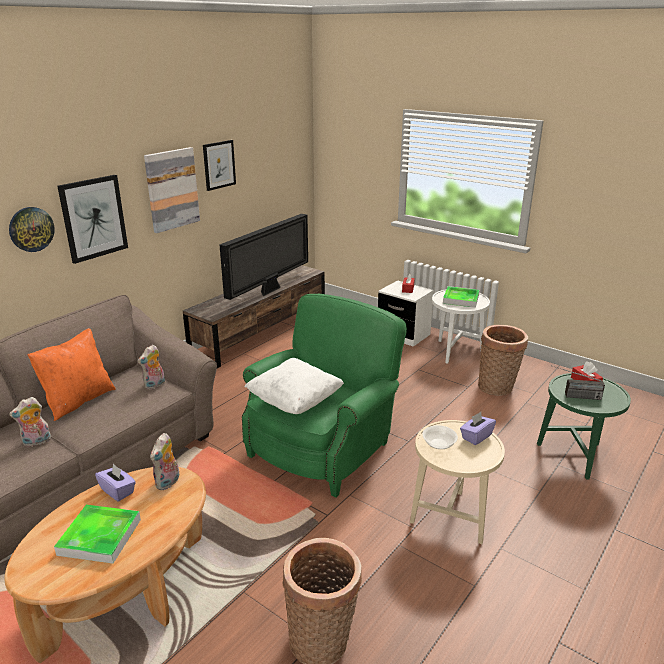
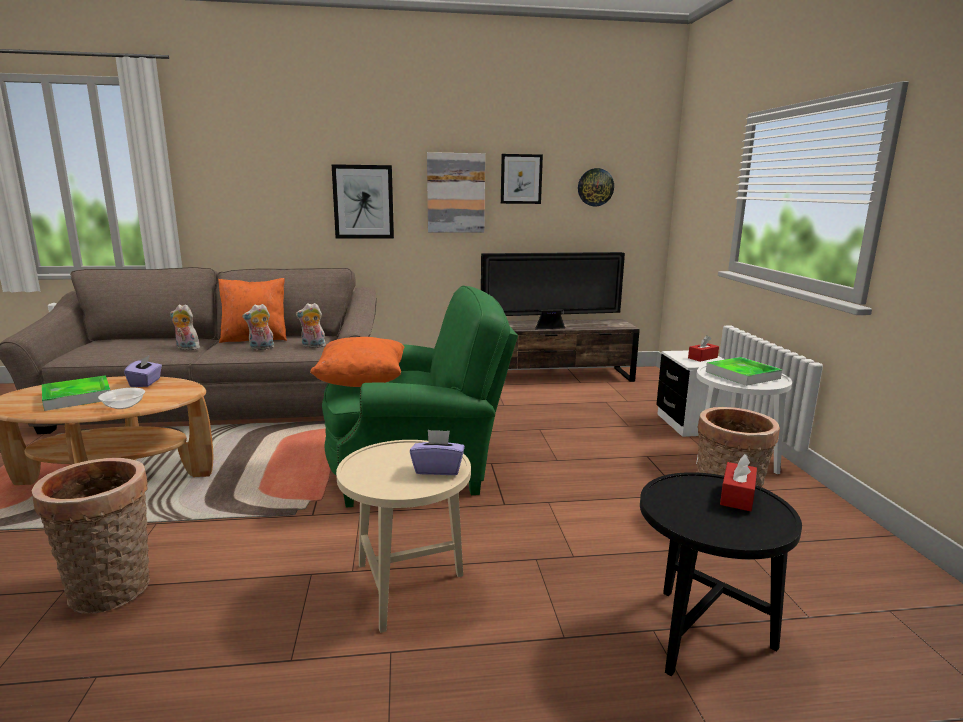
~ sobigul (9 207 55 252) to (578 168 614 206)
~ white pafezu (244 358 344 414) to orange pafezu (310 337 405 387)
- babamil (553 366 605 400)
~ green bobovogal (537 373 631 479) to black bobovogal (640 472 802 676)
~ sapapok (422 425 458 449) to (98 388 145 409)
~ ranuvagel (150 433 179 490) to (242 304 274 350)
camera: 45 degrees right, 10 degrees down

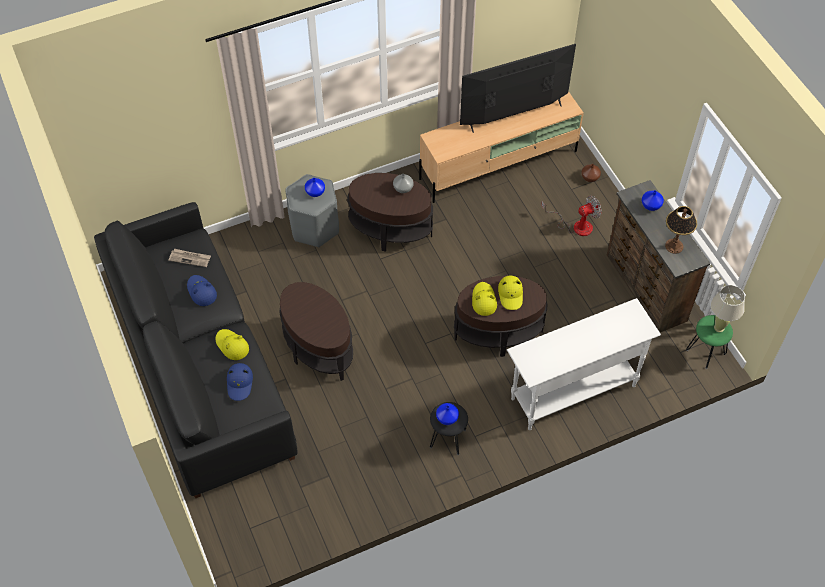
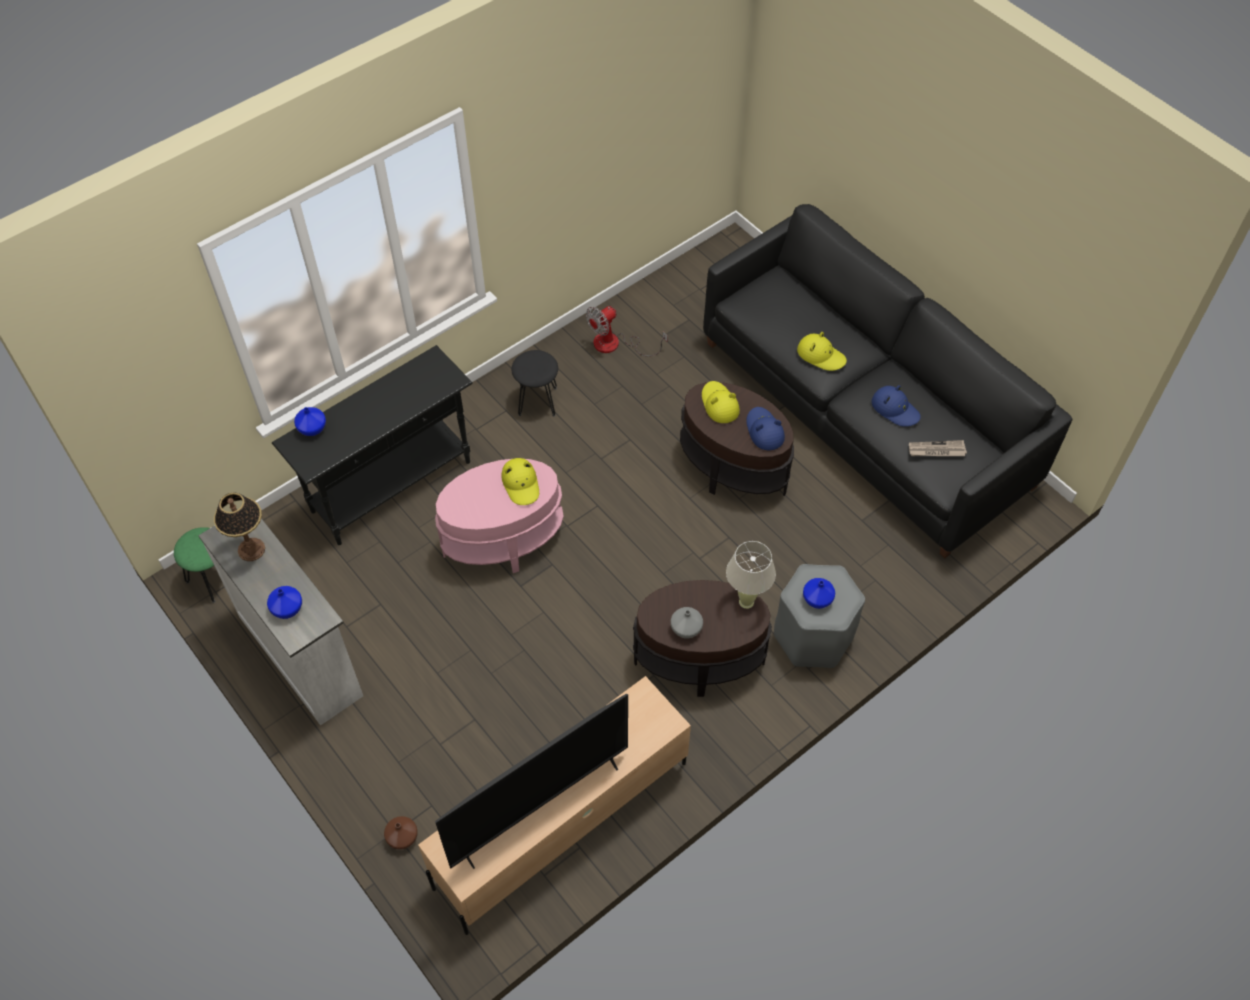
~ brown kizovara (607 180 710 332) to white kizovara (198 518 363 726)
~ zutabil (541 196 602 236) to (586 306 668 356)
~ brown bobovogal (454 276 547 357) to pink bobovogal (435 459 564 573)
~ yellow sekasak (498 276 523 310) to (702 381 740 423)
~ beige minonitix (711 285 745 332) to (726 541 776 609)
~ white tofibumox (507 298 661 430) to black tofibumox (272 345 473 545)
~ blue sekasak (227 363 253 401) to (746 407 785 450)
~ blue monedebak (436 403 459 425) to (294 407 326 436)
camera: 165 degrees right, 0 degrees up

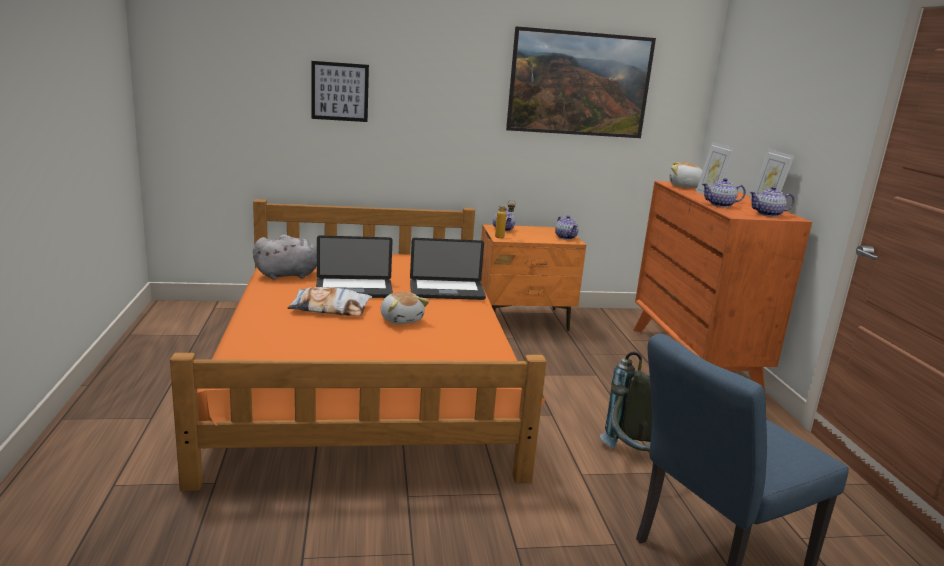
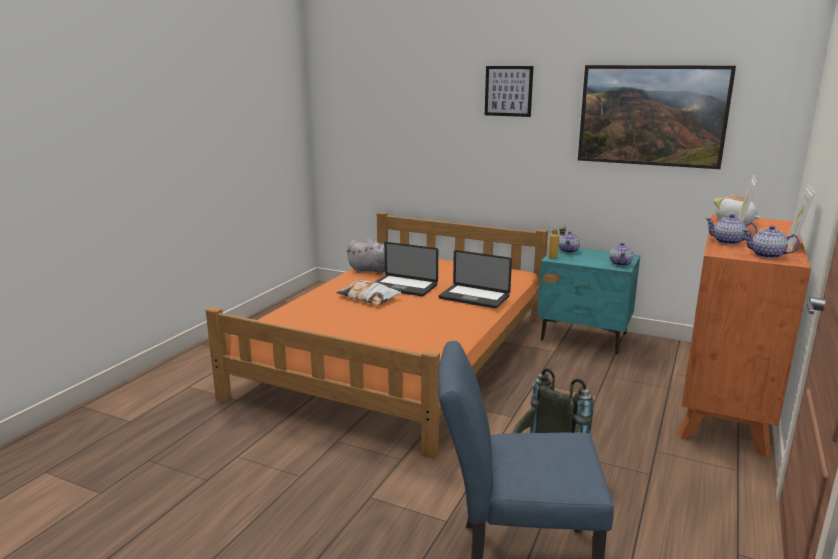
~ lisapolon (311 61 369 122) to (485 66 534 117)
~ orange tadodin (480 225 586 331) to turquoise tadodin (537 246 640 354)
- ranuvagel (380 292 429 324)
camera: 35 degrees right, 0 degrees up

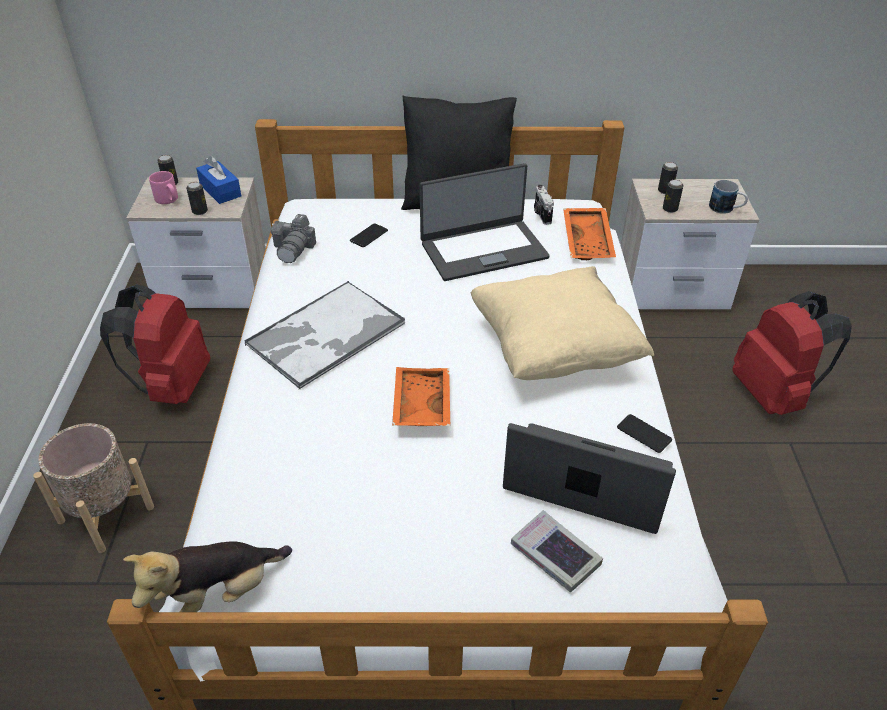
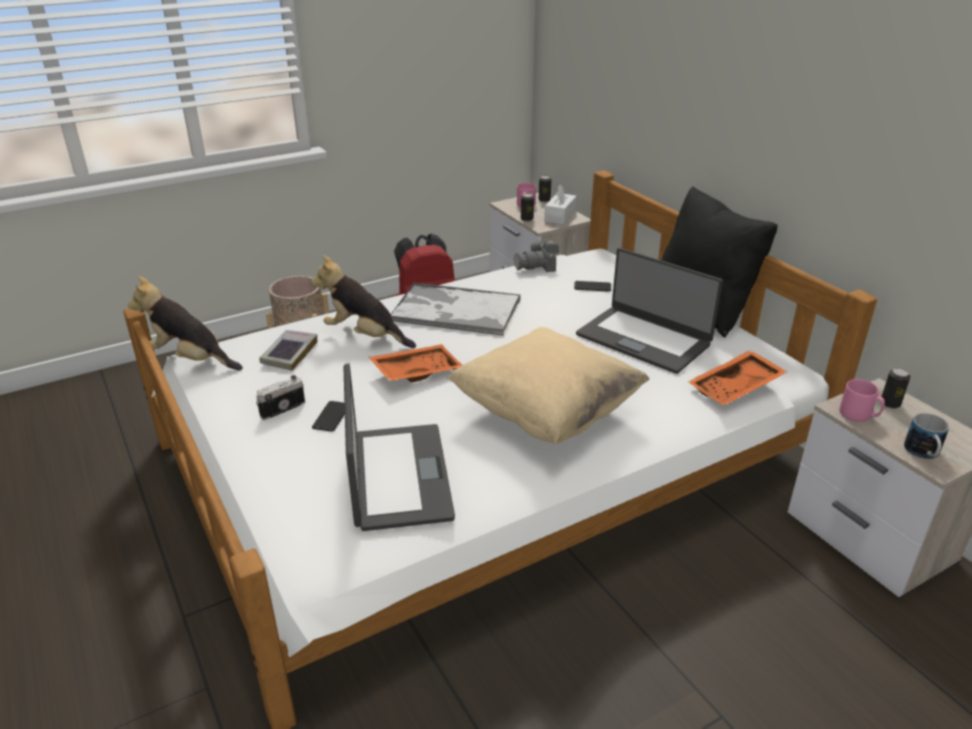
~ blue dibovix (196 156 241 204) to white dibovix (544 184 576 225)
~ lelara (663 180 683 213) to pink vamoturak (839 379 885 422)
~ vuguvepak (534 185 554 225) to (256 375 305 420)
- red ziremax (732 291 852 415)
~ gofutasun (617 414 672 453) to (312 401 345 431)
~ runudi (511 510 603 592) to (259 330 317 371)
+ ranuvagel (311 255 416 348)
camera: 60 degrees right, 10 degrees down

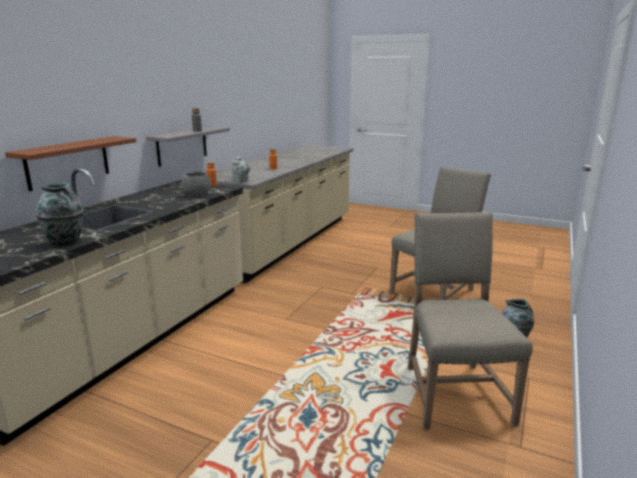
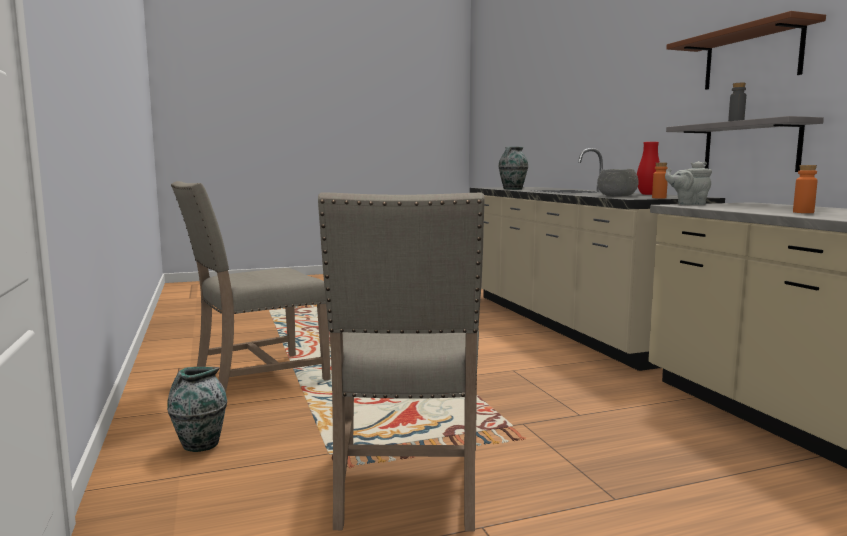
~ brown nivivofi (5 136 137 191) to (666 11 826 90)
~ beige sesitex (408 212 533 430) = (171 181 331 392) 105 degrees clockwise
+ red monedebak (637 142 660 195)
camera: 135 degrees right, 10 degrees down

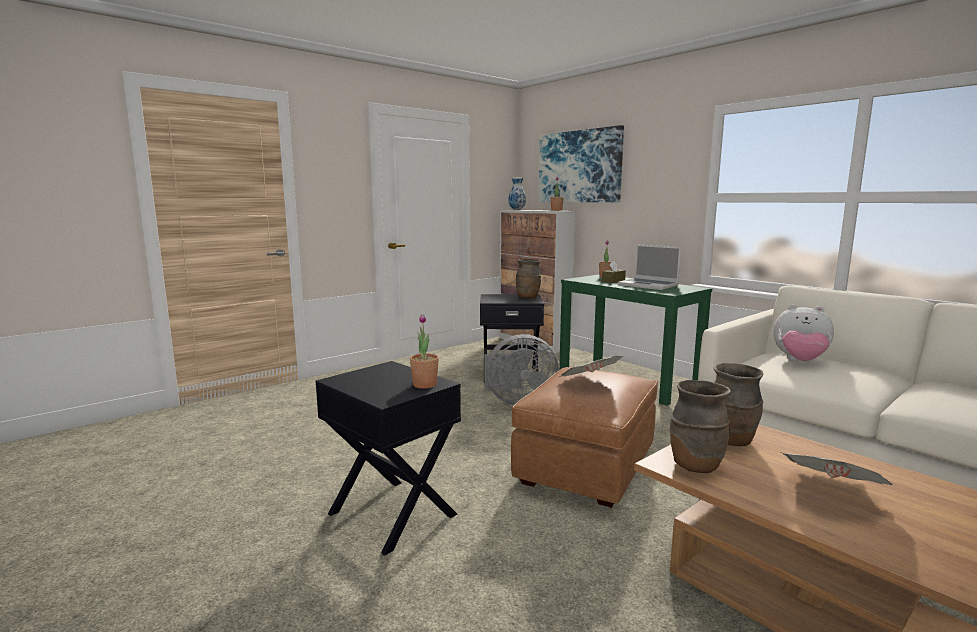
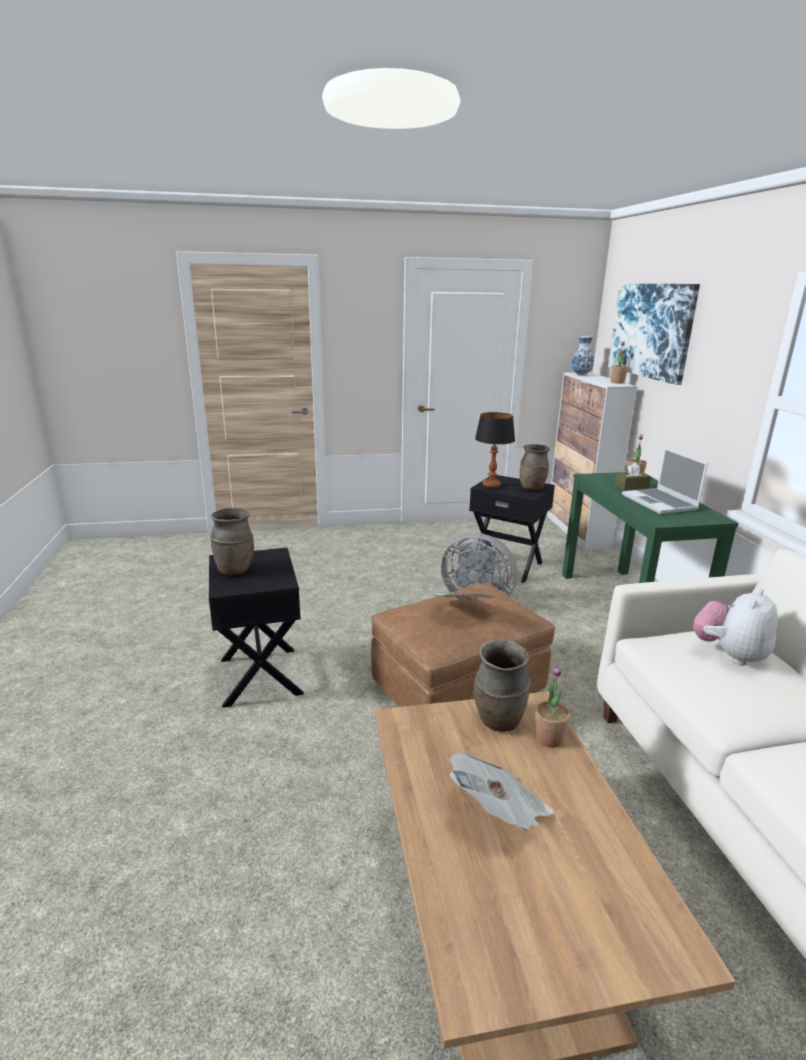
~ ranuvagel (773 304 834 362) = (693 589 778 666) 75 degrees clockwise
~ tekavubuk (410 314 439 389) to (535 666 570 748)
~ brown monedebak (670 380 731 473) to (210 508 254 575)
+ minonitix (475 412 515 488)
camera: 30 degrees right, 10 degrees up

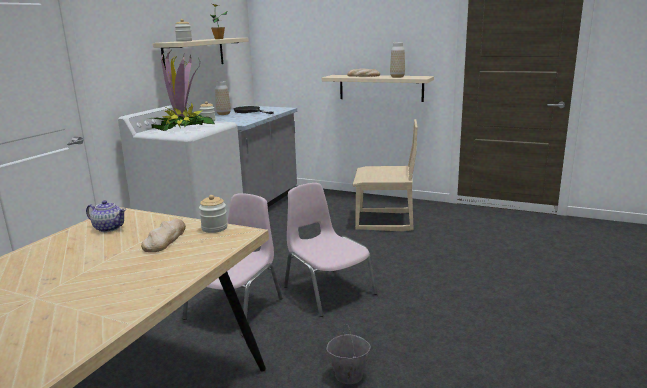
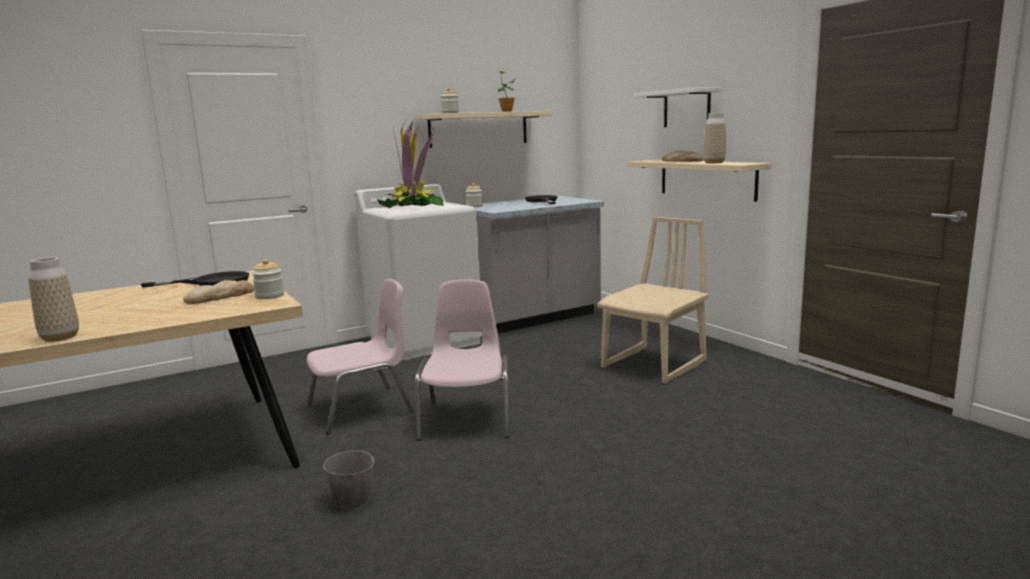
~ monedebak (215 81 231 115) to (28 257 79 342)
~ beige sesitex (353 119 418 231) = (597 217 708 384) 90 degrees counterclockwise
~ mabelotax (86 200 126 232) to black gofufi (141 271 249 288)
+ white nivivofi (634 87 721 127)
camera: 35 degrees right, 5 degrees down

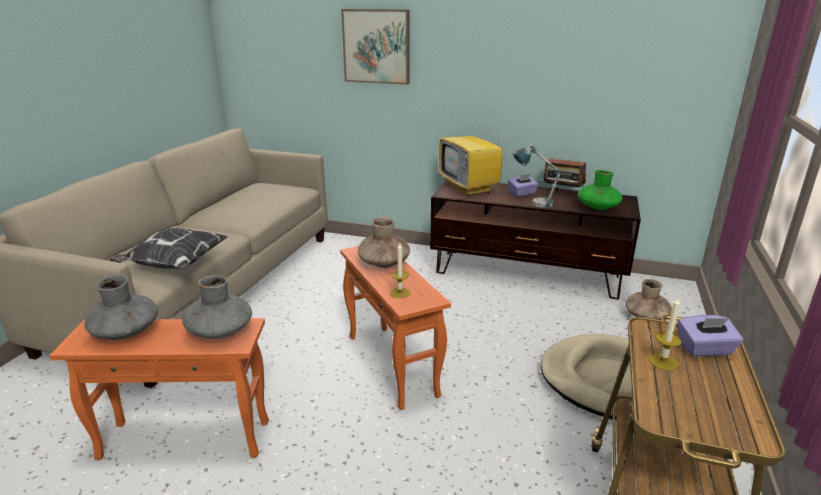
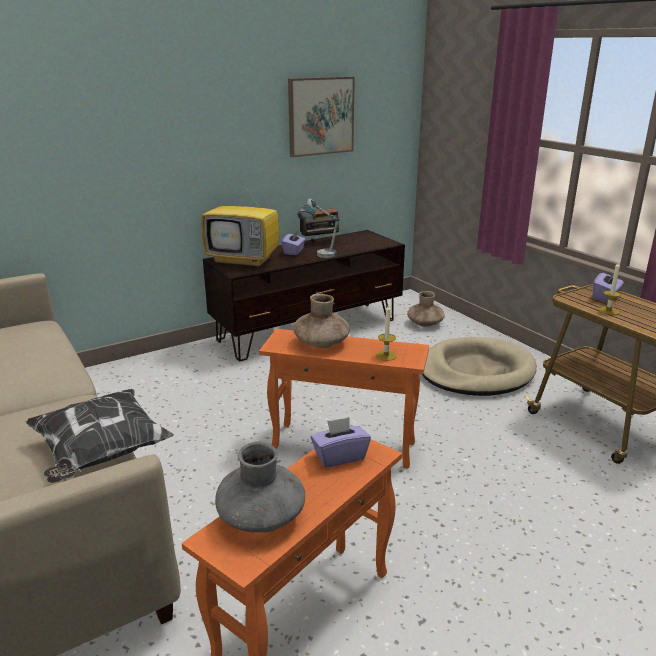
~ lisapolon (341 9 410 85) to (288 77 355 157)
- green monedebak (578 170 622 210)
~ grey monedebak (182 275 252 339) to purple dibovix (311 417 371 468)
camera: 50 degrees left, 0 degrees up

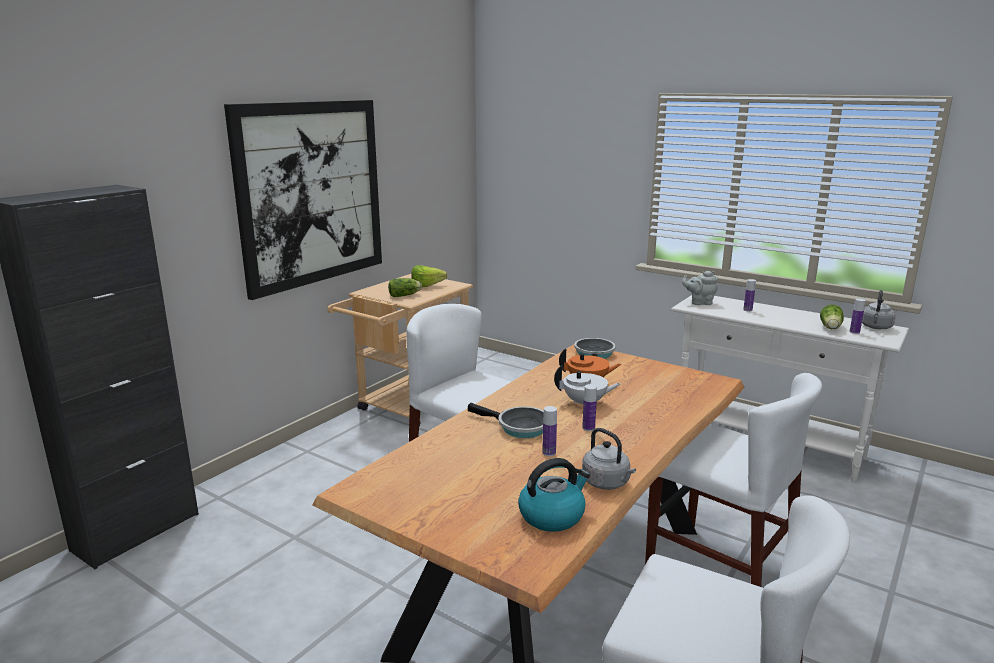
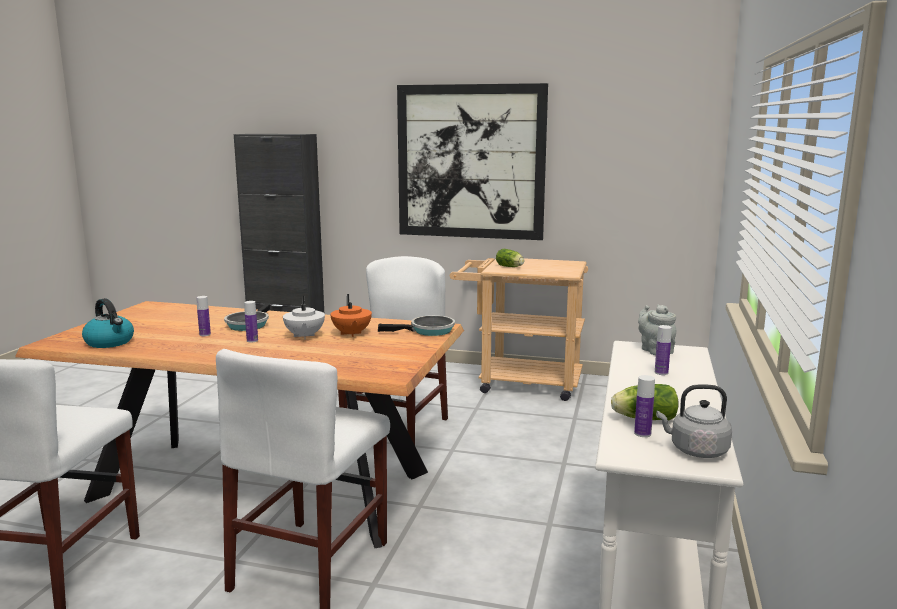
- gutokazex (411 265 447 287)
- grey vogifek (582 428 636 490)
camera: 70 degrees right, 5 degrees down

